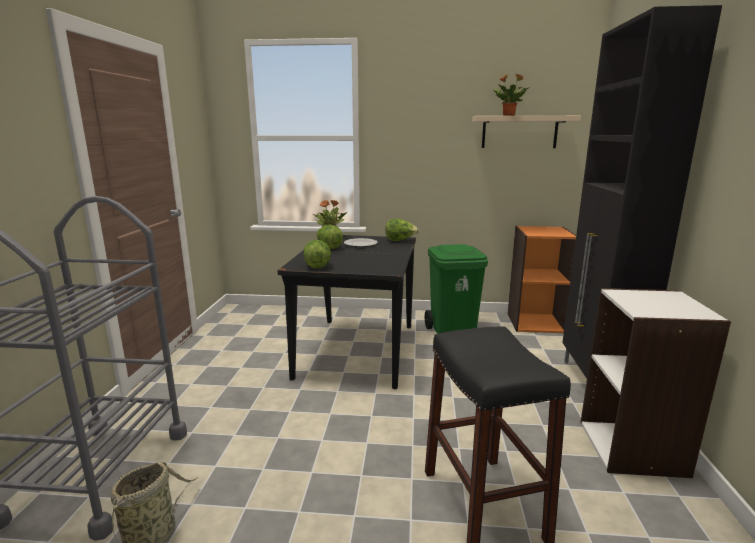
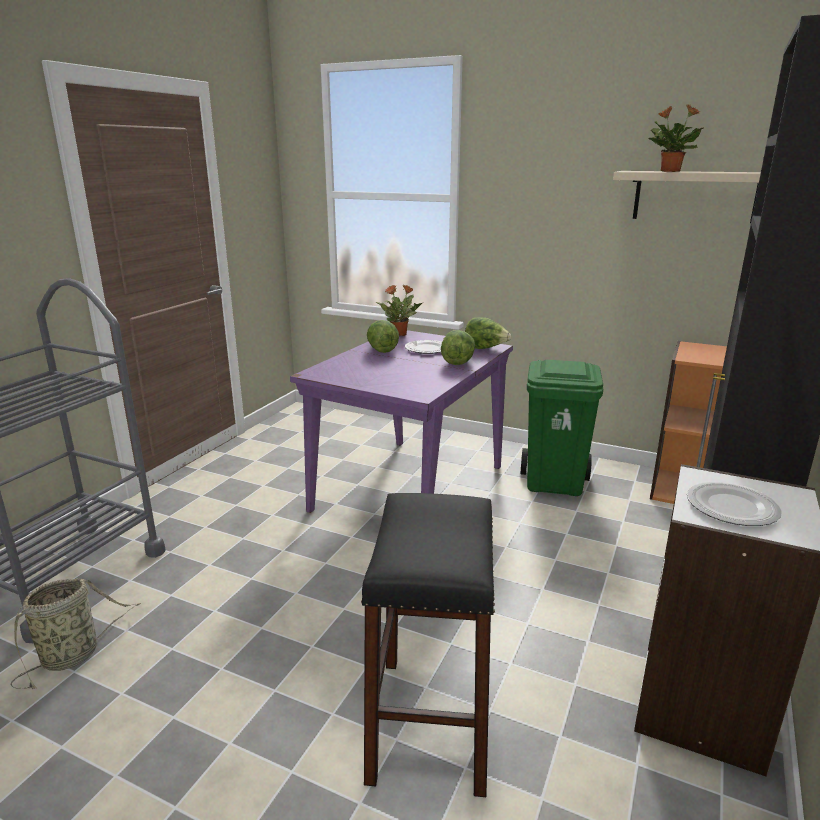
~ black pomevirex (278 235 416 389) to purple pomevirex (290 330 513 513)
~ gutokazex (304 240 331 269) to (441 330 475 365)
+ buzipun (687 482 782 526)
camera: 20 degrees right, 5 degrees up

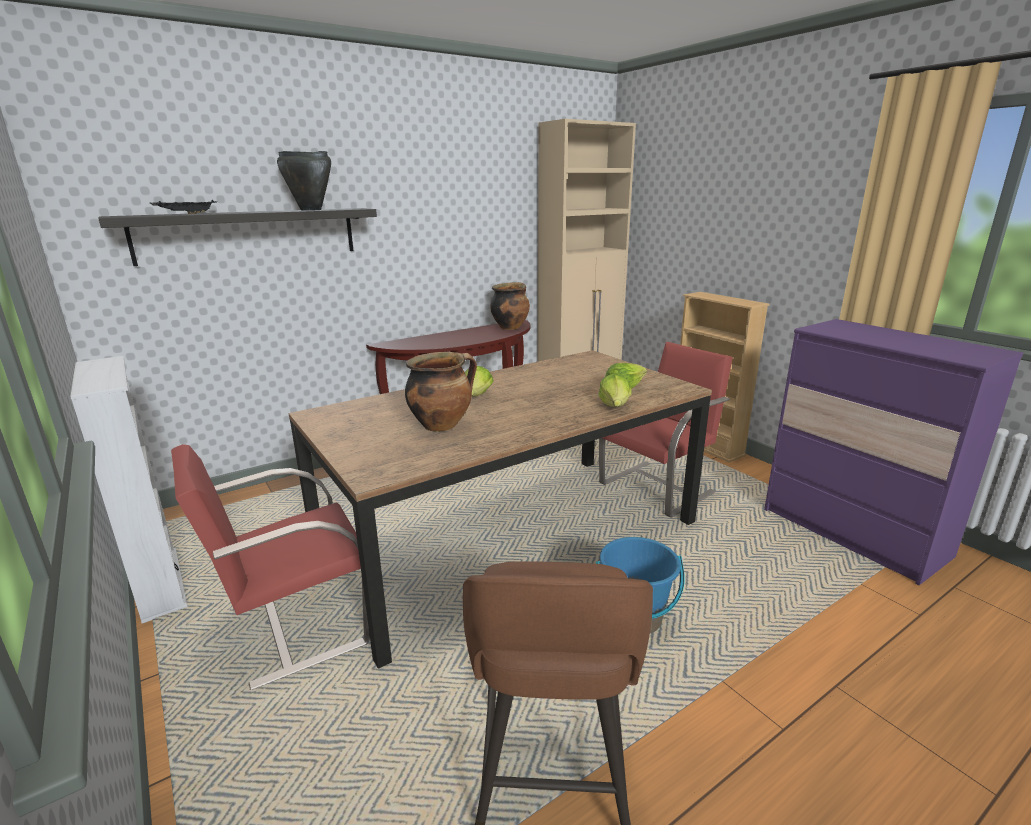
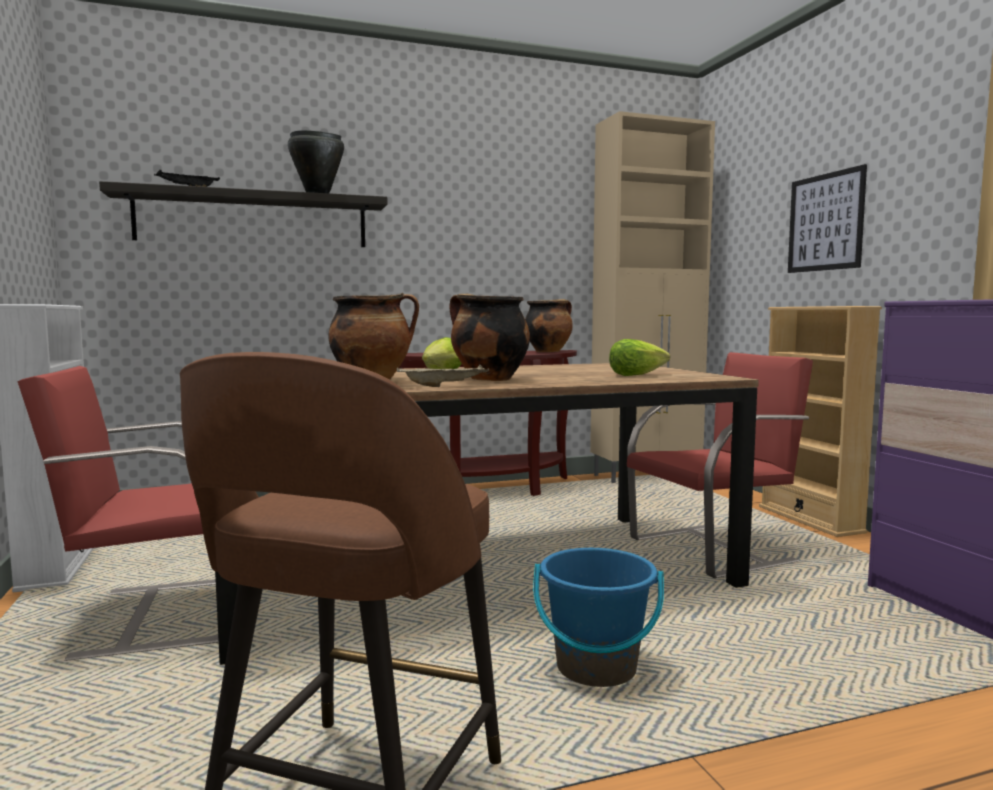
- gutokazex (599 374 632 407)
+ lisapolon (788 164 867 273)
+ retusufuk (449 294 530 381)
+ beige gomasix (397 365 489 387)
camera: 15 degrees right, 15 degrees down

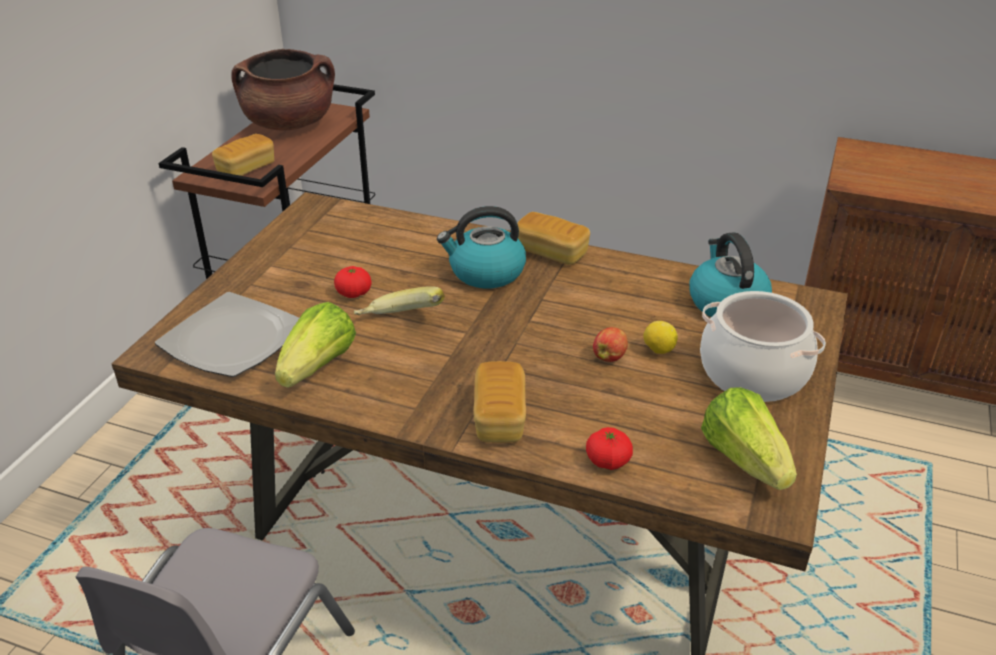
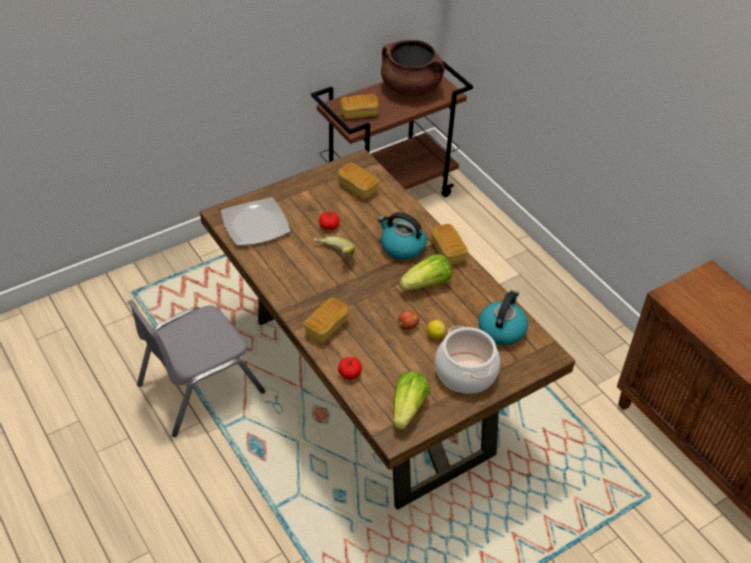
~ gutokazex (275 302 356 388) to (399 254 452 290)
+ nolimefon (338 163 379 199)
camera: 35 degrees right, 10 degrees up

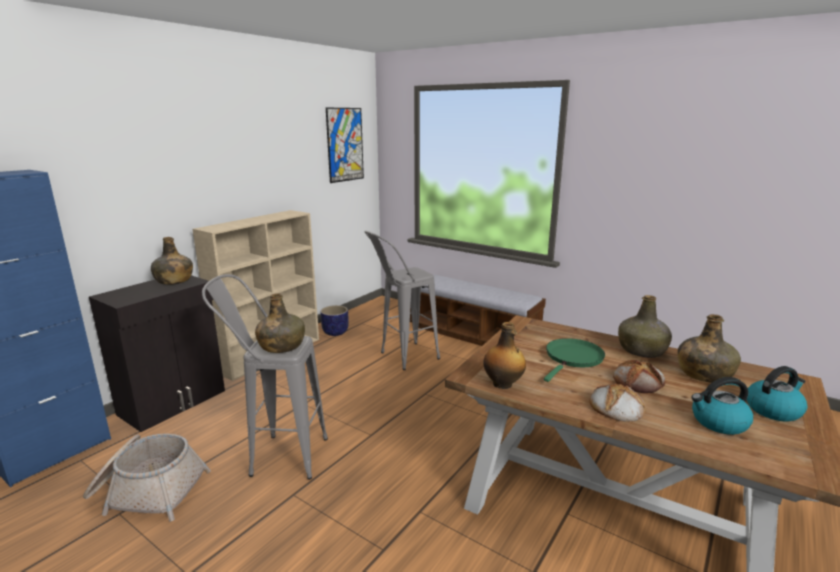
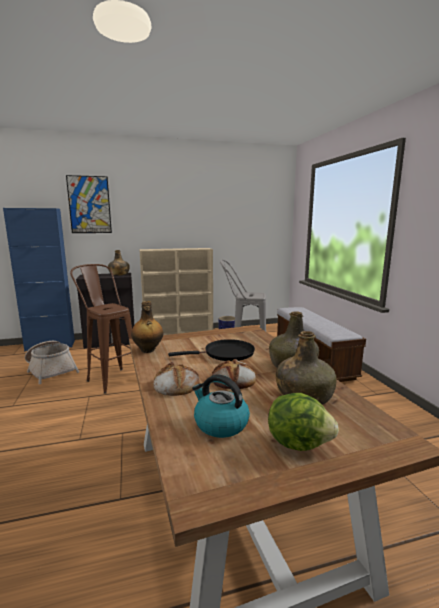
~ lisapolon (326 108 364 183) to (66 175 112 233)
~ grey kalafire (202 274 328 480) to brown kalafire (70 264 132 394)
- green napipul (255 293 305 353)
~ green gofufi (544 338 605 382) to black gofufi (168 339 255 361)
~ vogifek (746 366 807 421) to gutokazex (268 393 339 451)
camera: 40 degrees right, 5 degrees down

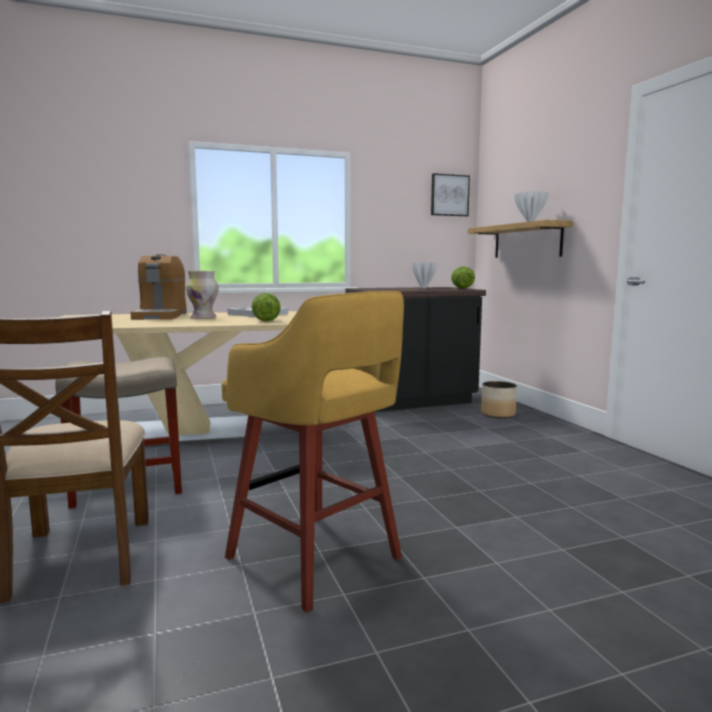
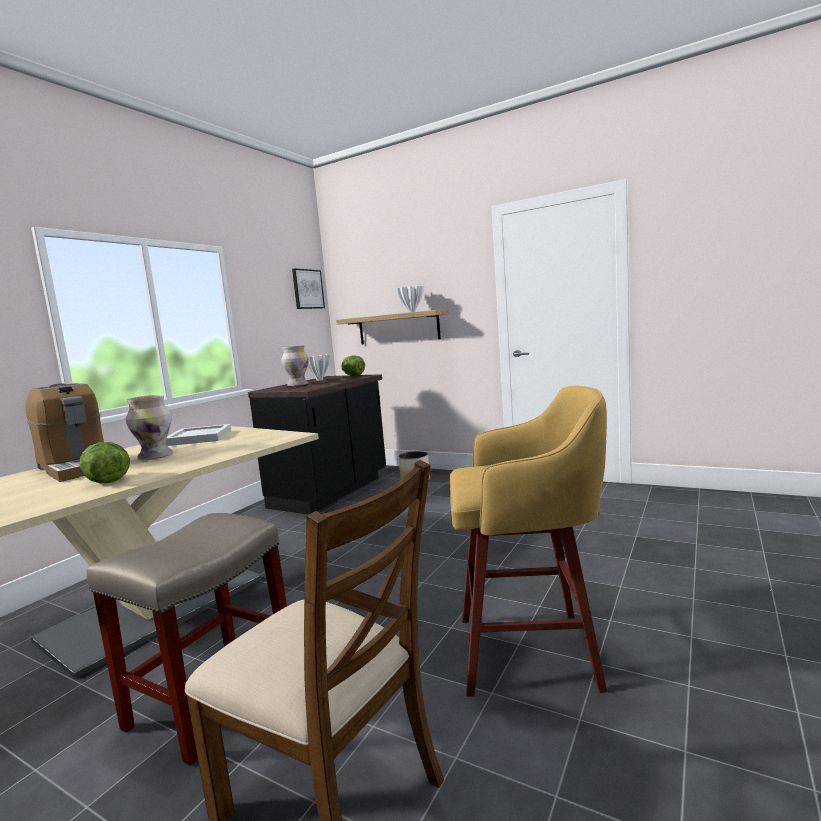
~ gutokazex (252 293 281 322) to (80 442 130 483)
+ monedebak (281 345 309 386)
camera: 40 degrees left, 0 degrees up

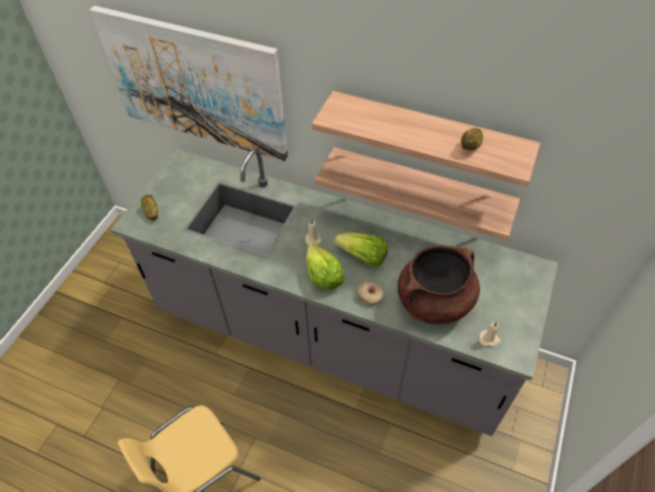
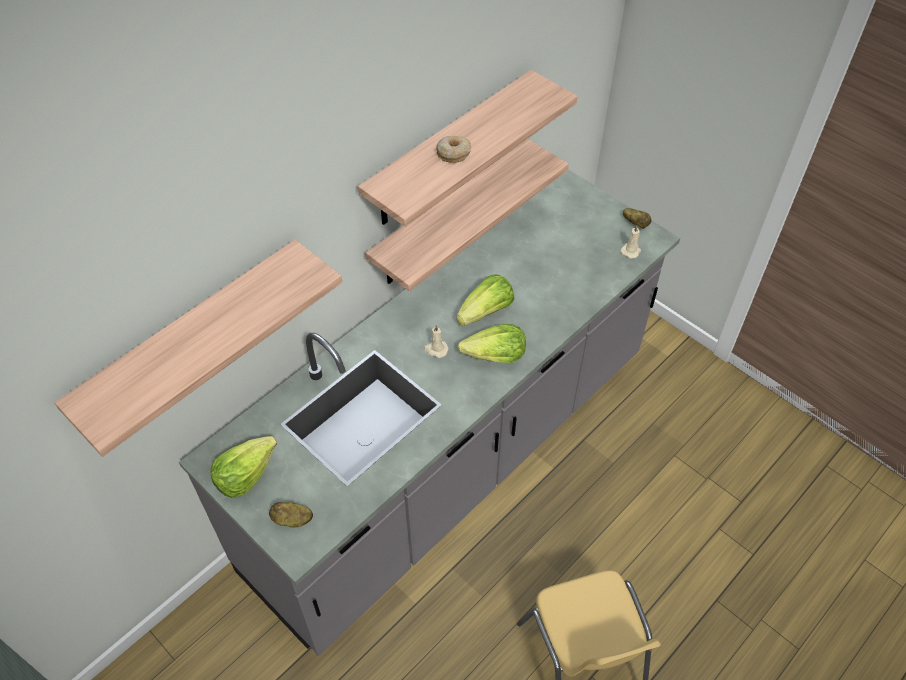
~ lisapolon (90 6 288 161) to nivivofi (55 240 342 457)
~ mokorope (461 128 483 151) to (623 208 651 229)
- brown retusufuk (398 245 480 324)
~ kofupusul (356 281 384 305) to (436 136 471 163)
+ gutokazex (210 436 277 498)
camera: 70 degrees left, 0 degrees up

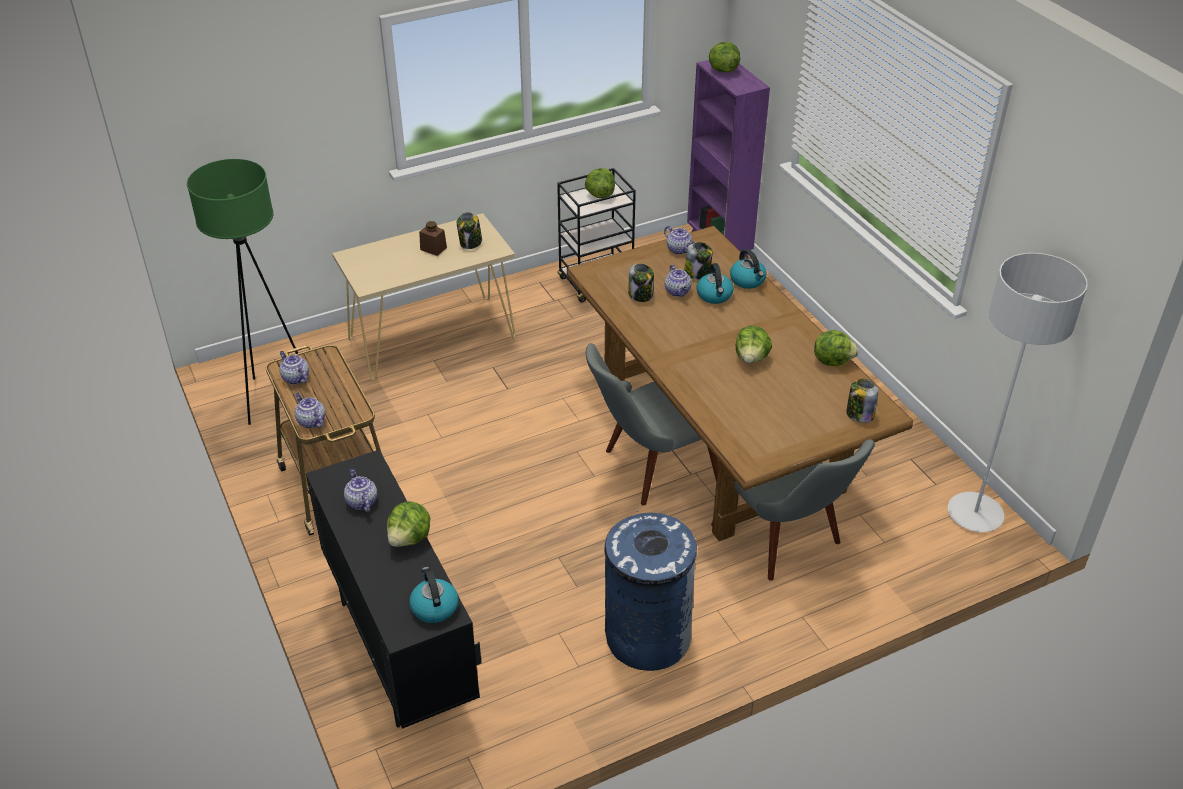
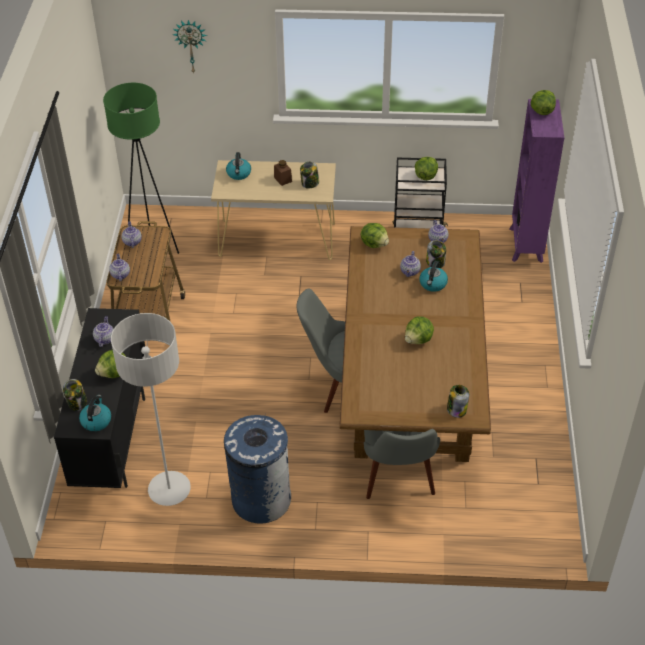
~ vogifek (730 249 767 289) to (226 152 251 180)
~ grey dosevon (948 253 1088 532) to (111 313 191 506)
~ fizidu (628 263 654 302) to (63 379 87 411)
~ gutokazex (814 330 859 366) to (360 223 389 248)
+ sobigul (173 20 207 74)
camera: 30 degrees right, 5 degrees up

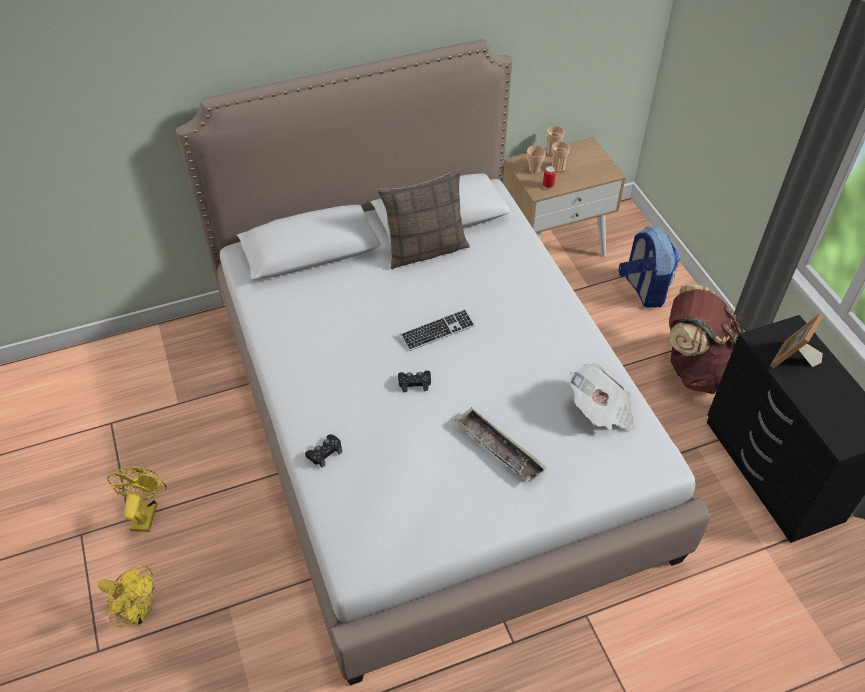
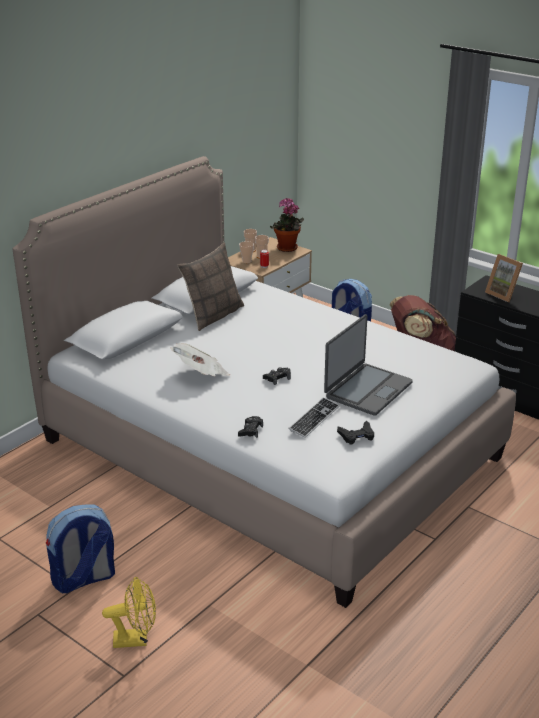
~ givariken (400 309 475 351) to (288 397 339 438)
~ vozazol (770 313 824 369) = (485 254 523 302) 45 degrees counterclockwise
~ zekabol (569 364 635 430) to (170 343 230 377)
~ gomasix (455 407 547 482) to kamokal (324 314 413 416)
~ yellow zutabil (107 467 166 532) to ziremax (46 504 115 594)
+ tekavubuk (270 198 304 252)
+ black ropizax (337 421 374 444)
camera: 30 degrees left, 20 degrees down

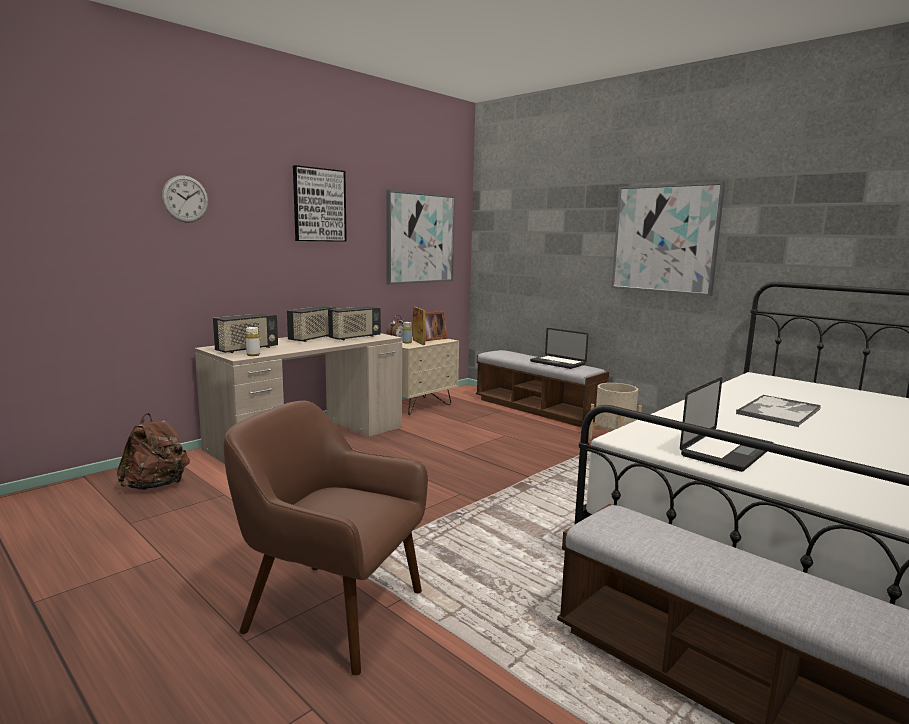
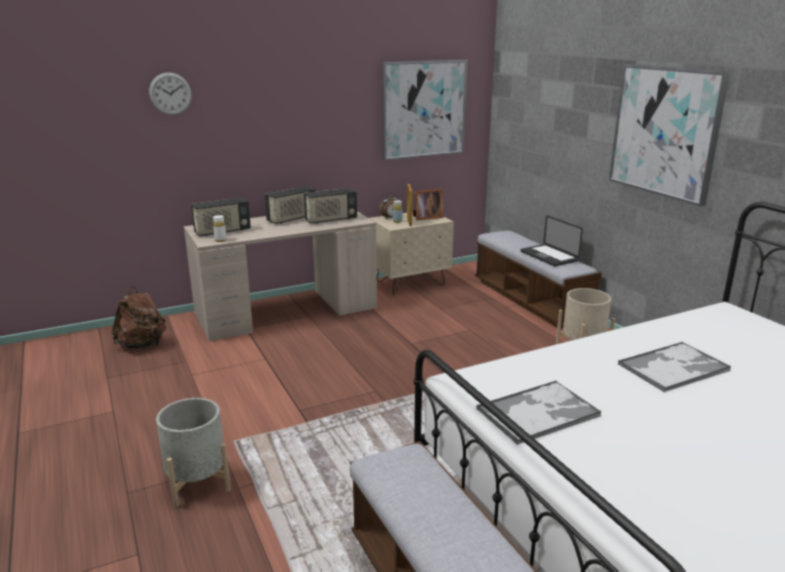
- lisapolon (293 165 347 242)
~ kamokal (680 377 774 472) to gomasix (476 381 601 445)
~ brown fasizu (224 401 428 676) to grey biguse (156 398 231 507)
camera: 20 degrees right, 10 degrees up

